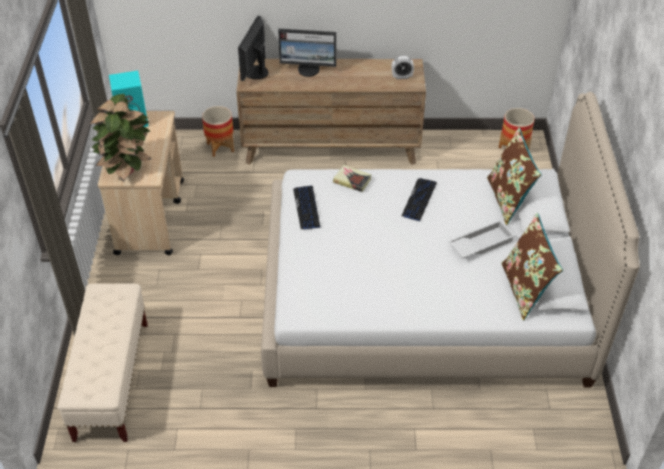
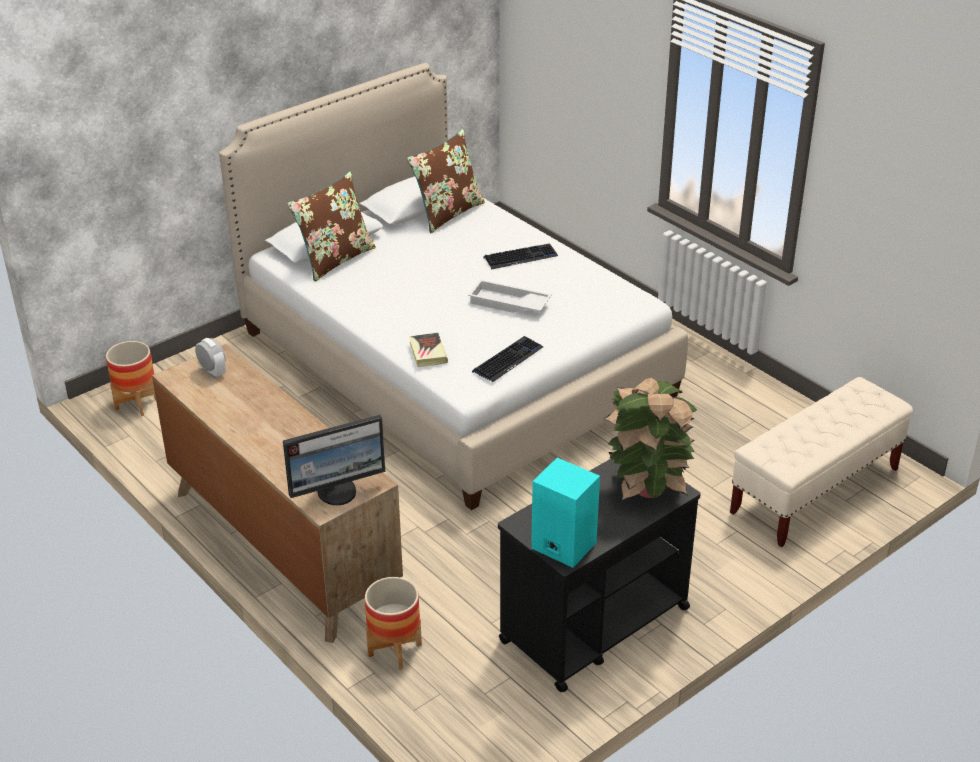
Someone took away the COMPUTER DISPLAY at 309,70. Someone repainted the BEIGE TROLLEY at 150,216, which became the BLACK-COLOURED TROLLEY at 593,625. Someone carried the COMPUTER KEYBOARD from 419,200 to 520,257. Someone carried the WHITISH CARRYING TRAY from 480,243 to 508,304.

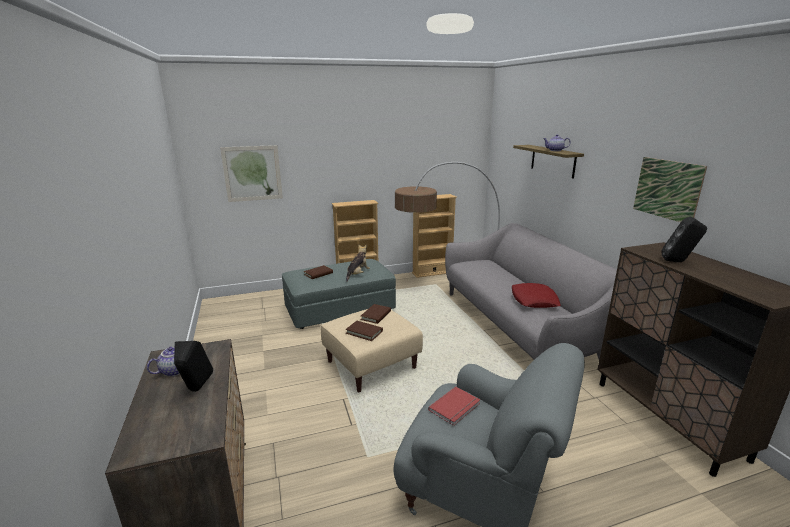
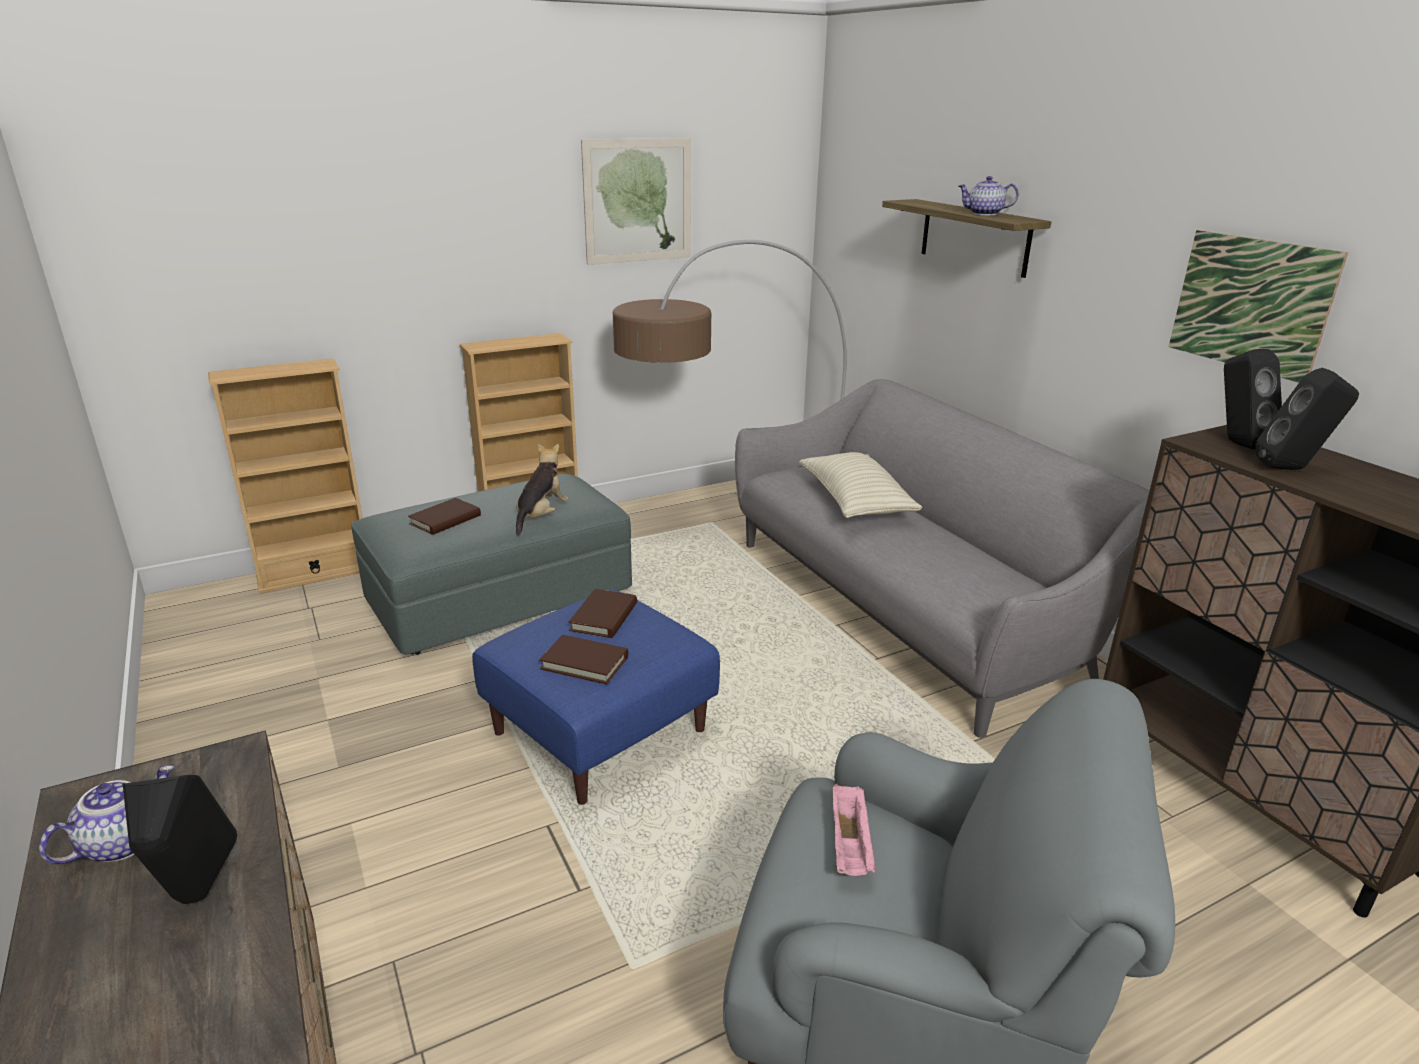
Someone carried the WALL ART from 252,173 to 638,201. Someone carried the BEIGE BOOKCASE from 432,273 to 315,574. Someone took away the REDDISH PILLOW at 534,300. Someone repainted the BEIGE FOOTREST at 371,364, which became the BLUE FOOTREST at 599,730. Someone swapped the REDDISH BOOK at 456,407 for the PINKISH CARRYING TRAY at 850,845. Someone put down the BLACK-COLOURED SPEAKER at 1236,443. Someone put down the BEIGE PILLOW at 855,502.

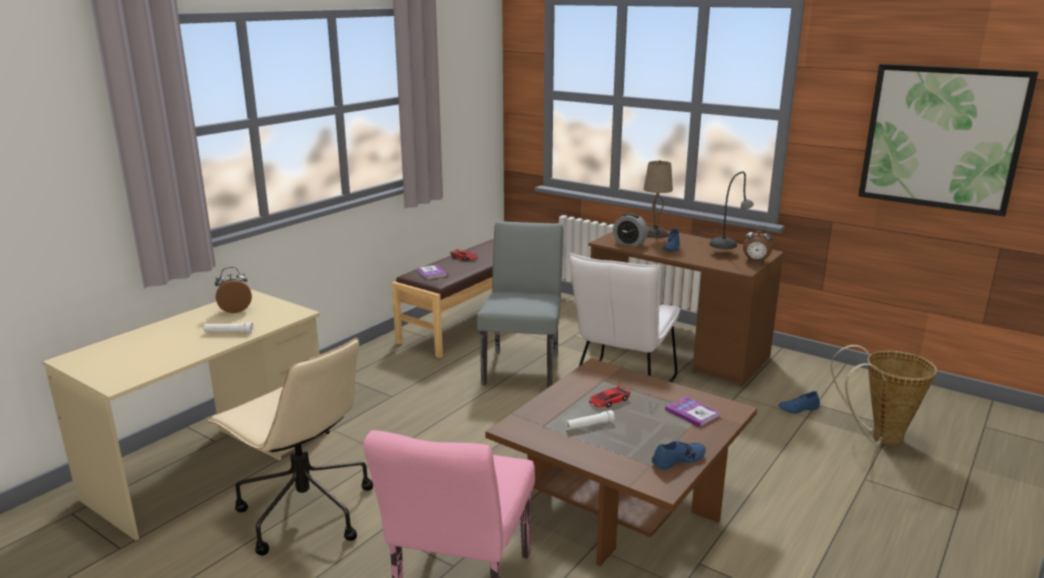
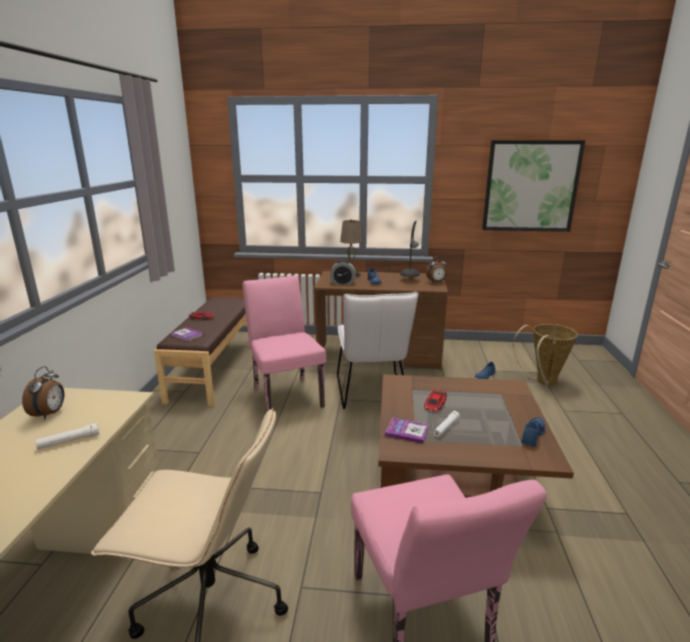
Someone repainted the GRAY PLAIN CHAIR at 523,365, which became the PINKISH PLAIN CHAIR at 286,394. Someone rotated the ALARM CLOCK at 235,310 by 150 degrees clockwise. Someone carried the BOOK from 692,413 to 407,431.

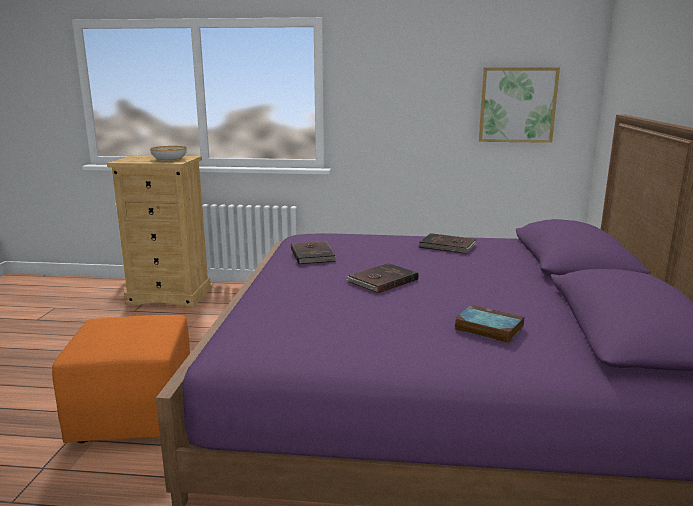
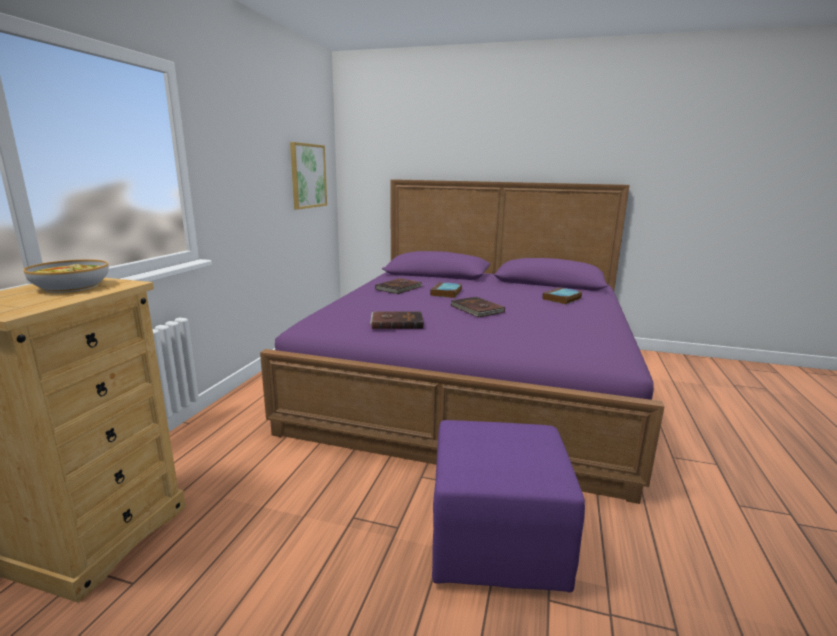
Someone repainted the ORANGE FOOTREST at 134,416, which became the PURPLISH FOOTREST at 497,542. Someone put down the BOOK at 446,293.

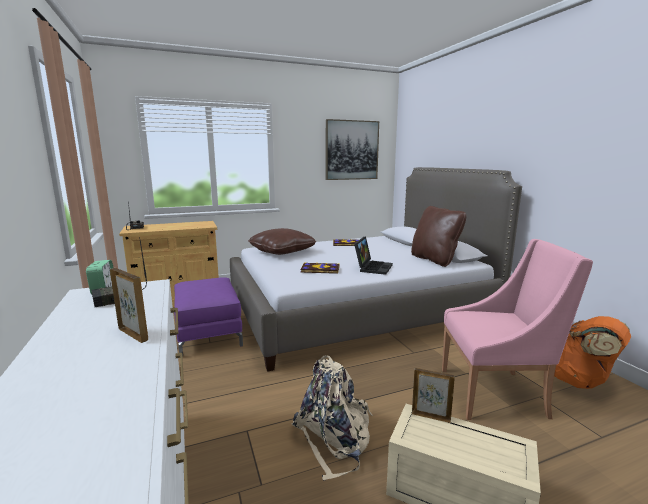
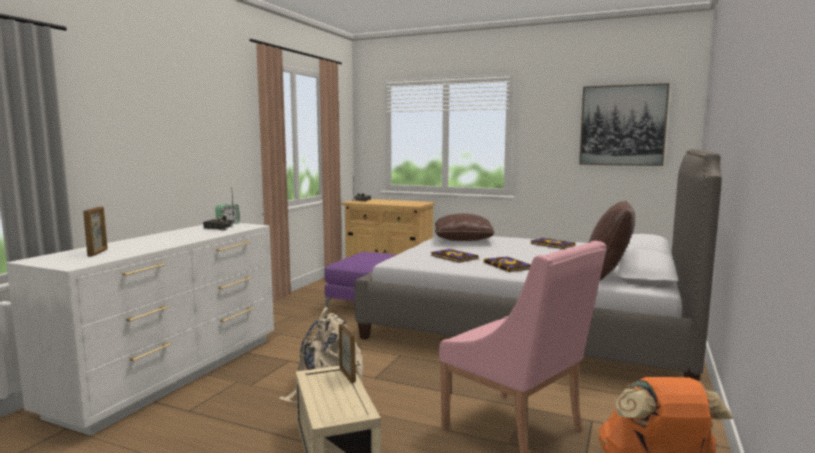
Someone swapped the NOTEBOOK COMPUTER at 372,267 for the BOOK at 508,266. Someone carried the PHOTO FRAME from 133,334 to 98,253.

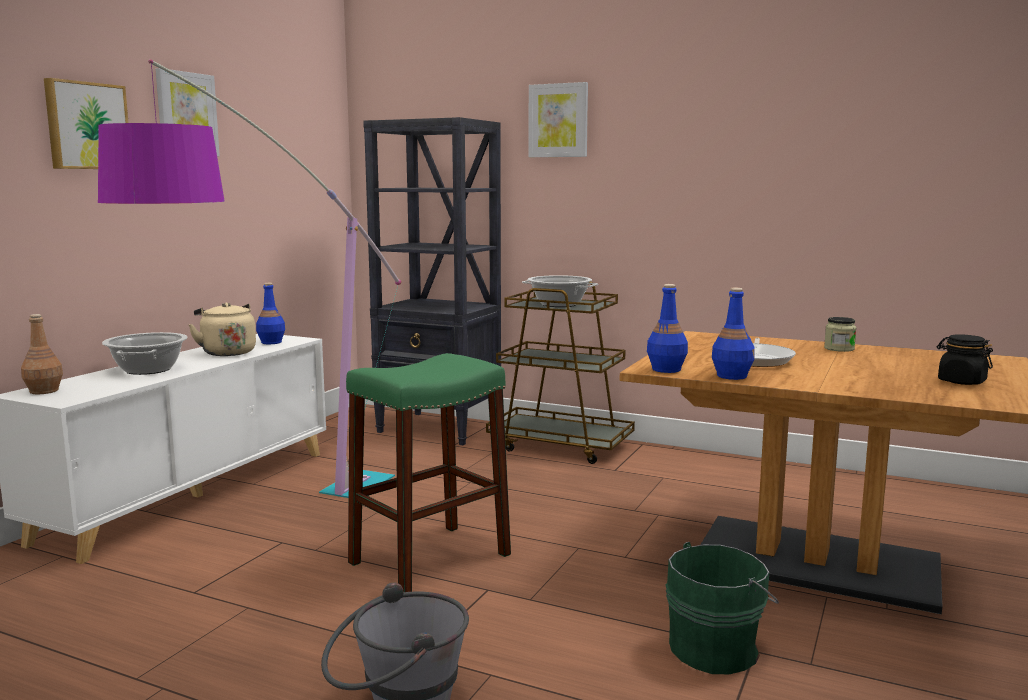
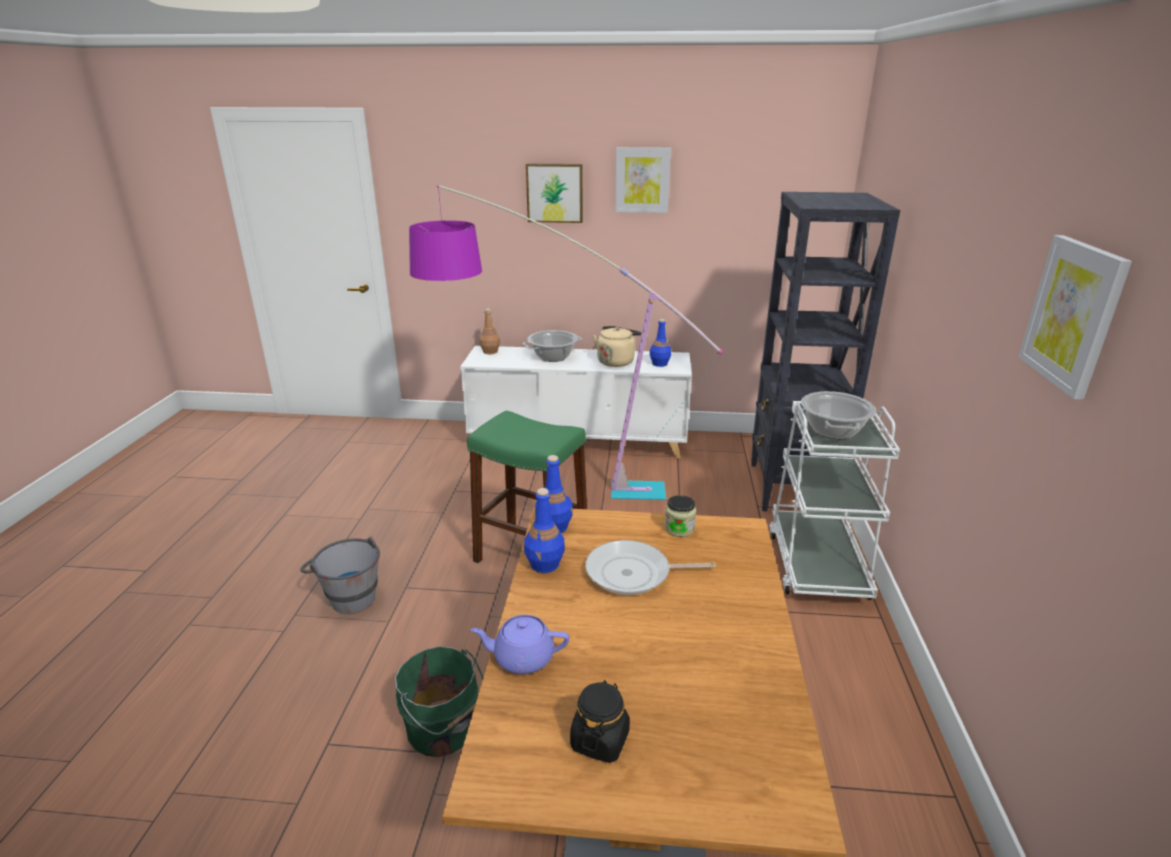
Someone carried the WALL ART from 558,120 to 1073,314. Someone repainted the BROWNISH TROLLEY at 561,446, which became the WHITISH TROLLEY at 817,564. Someone carried the JAR from 839,349 to 679,529. Someone put down the PURPLISH POT FOR TEA at 522,658.

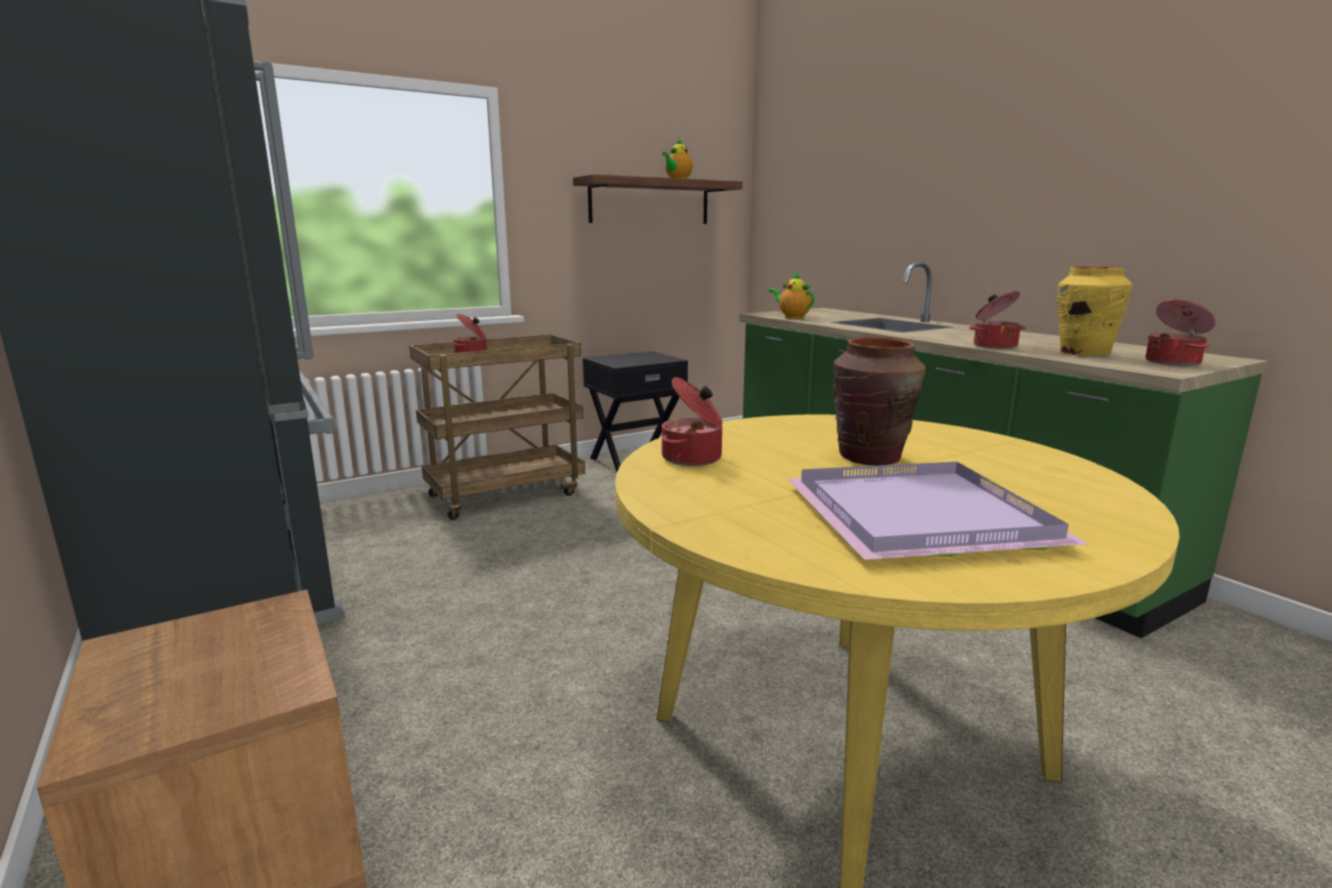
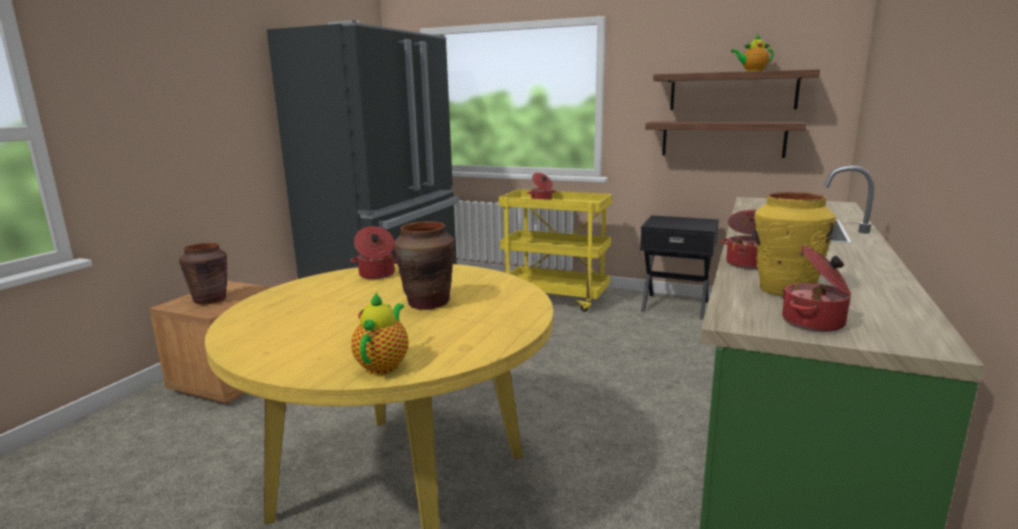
Someone carried the POT FOR TEA from 792,317 to 384,365. Someone repainted the BROWNISH TROLLEY at 506,494, which became the YELLOWISH TROLLEY at 556,298. Someone took away the PURPLISH CARRYING TRAY at 913,515. Someone put up the BRACKET SHELF at 722,139. Someone put down the BROWNISH VASE at 210,300.

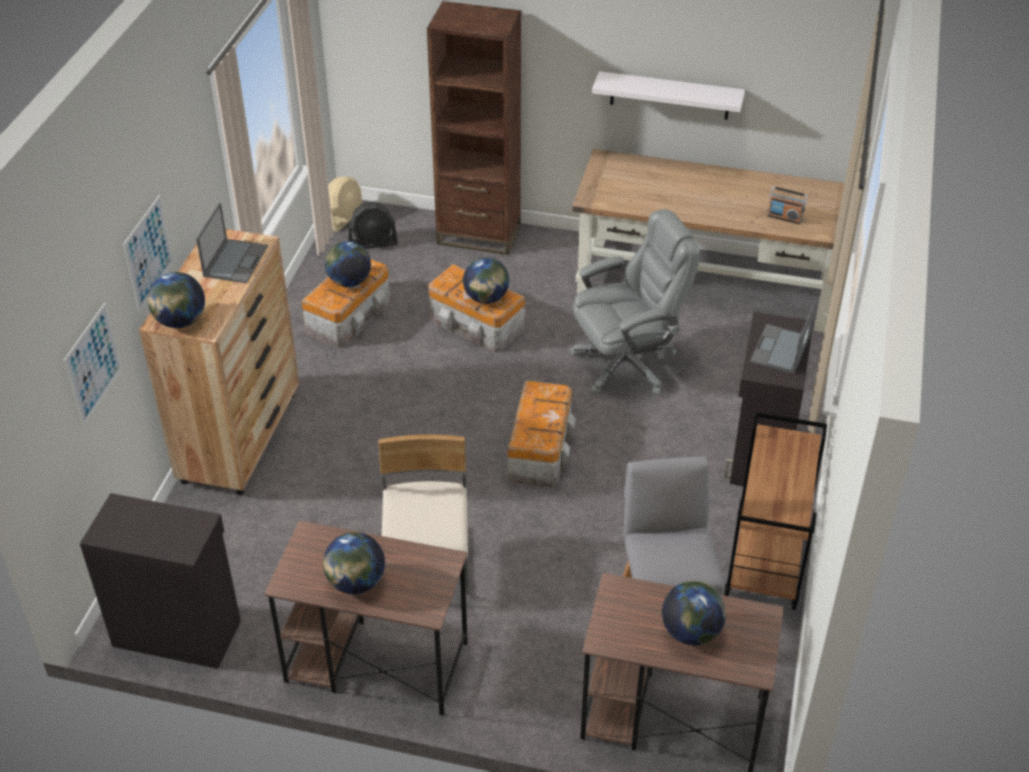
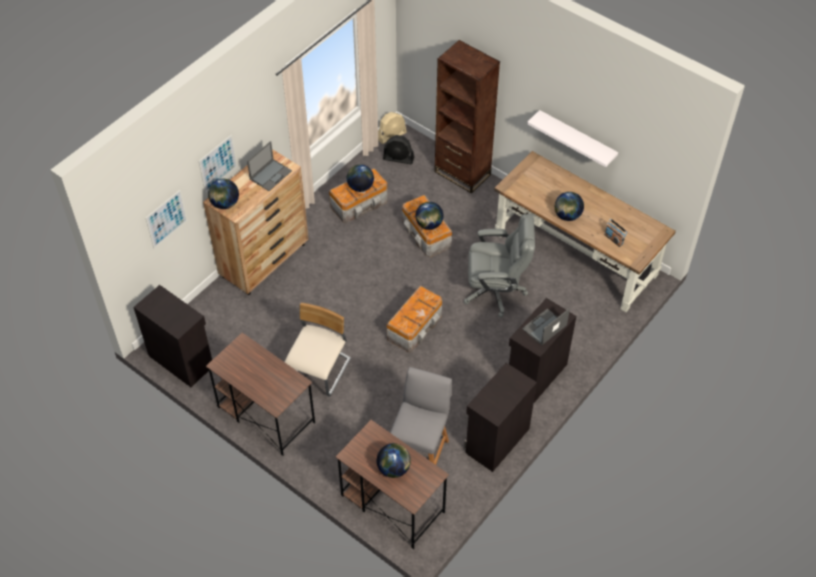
Someone swapped the BROWNISH TROLLEY at 767,562 for the BLACK-COLOURED STORAGE CABINET at 496,440. Someone carried the GLOBE from 356,583 to 567,215.

